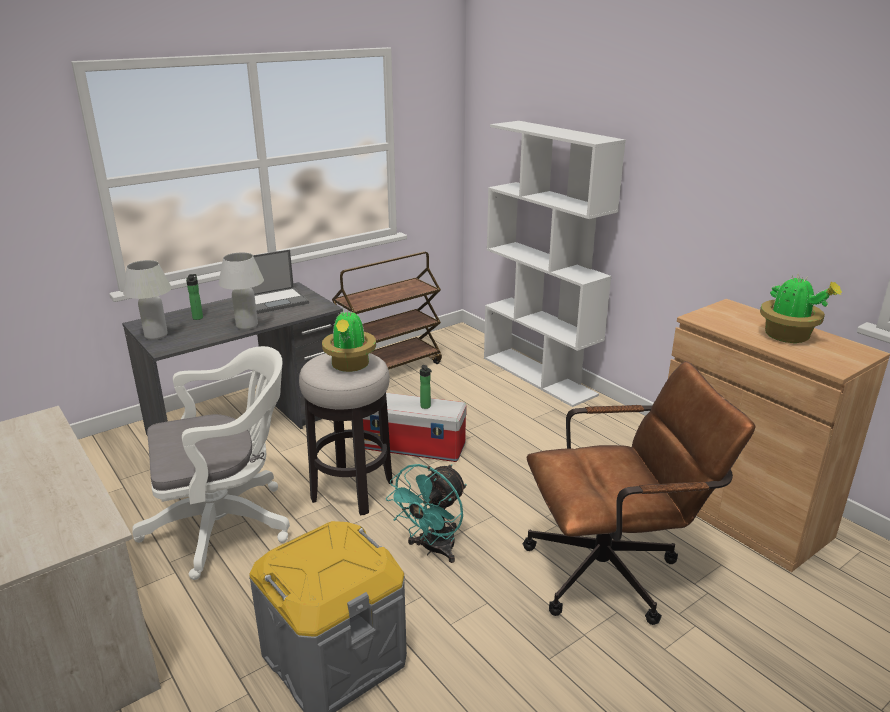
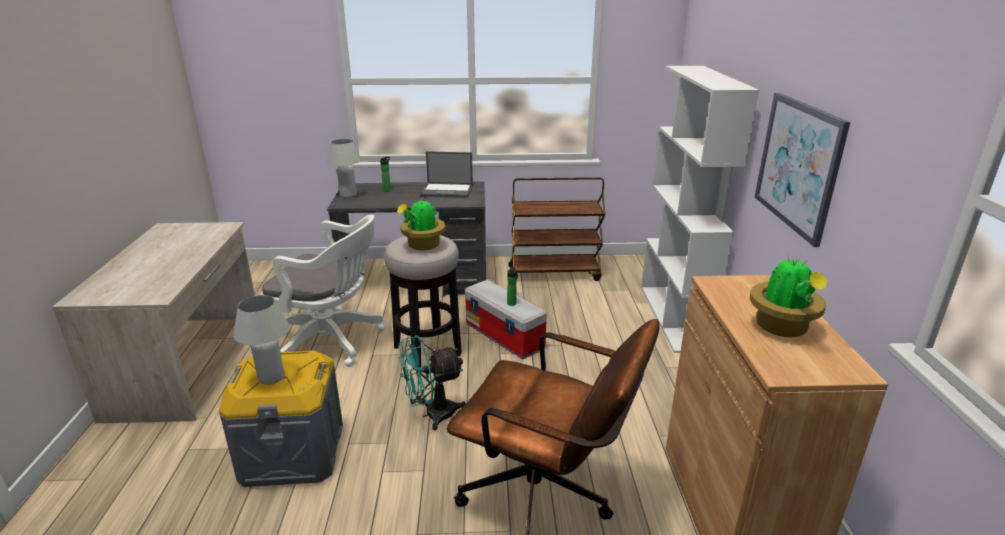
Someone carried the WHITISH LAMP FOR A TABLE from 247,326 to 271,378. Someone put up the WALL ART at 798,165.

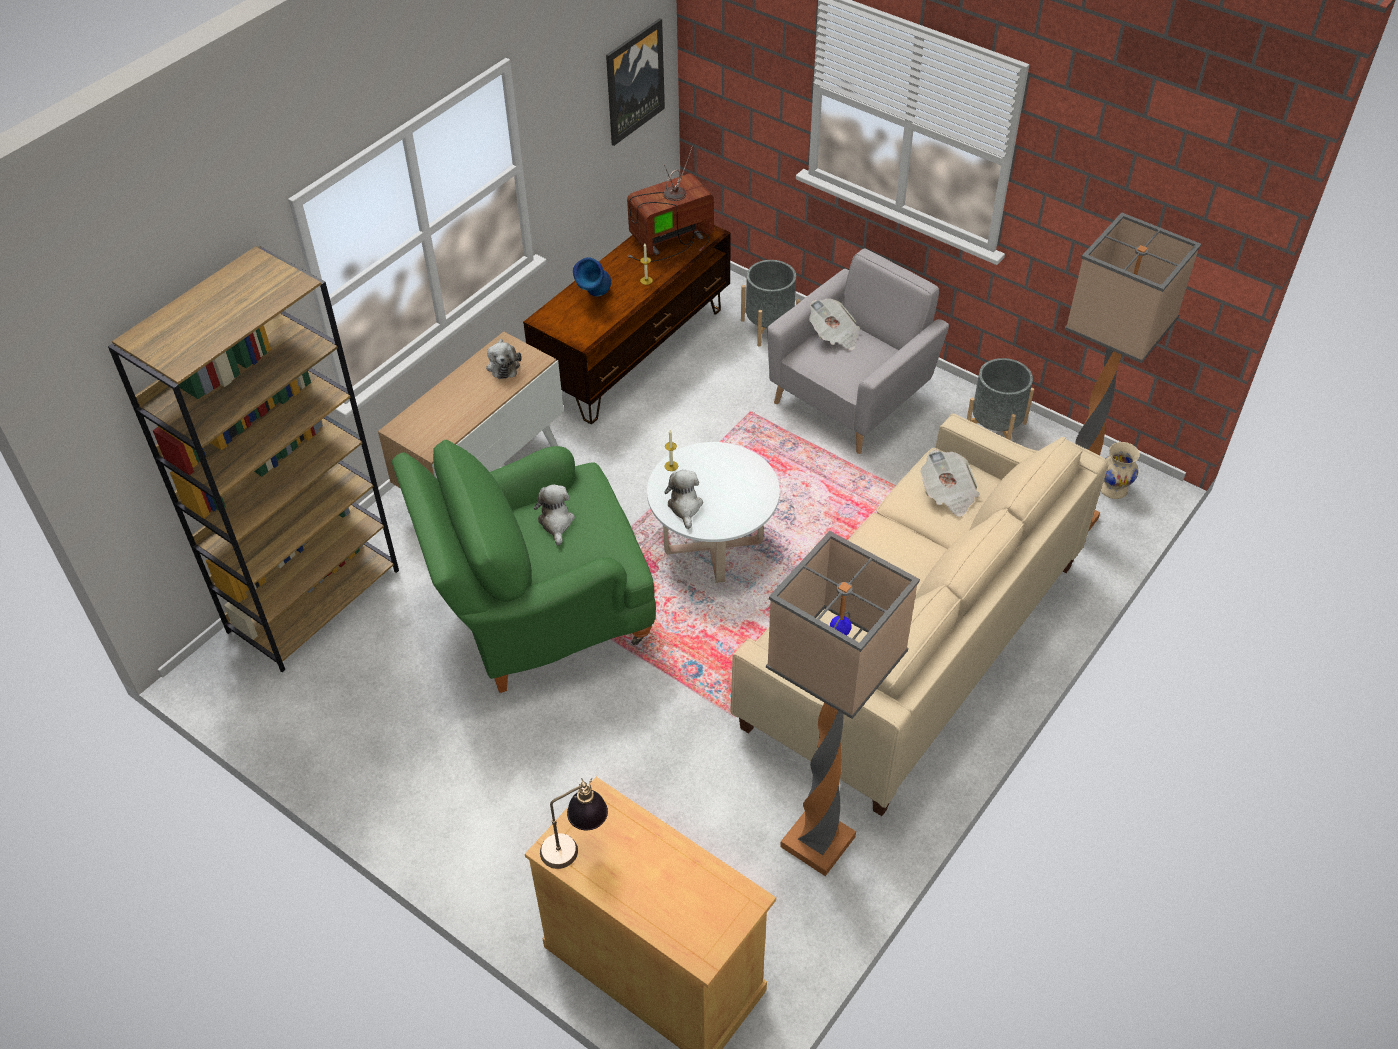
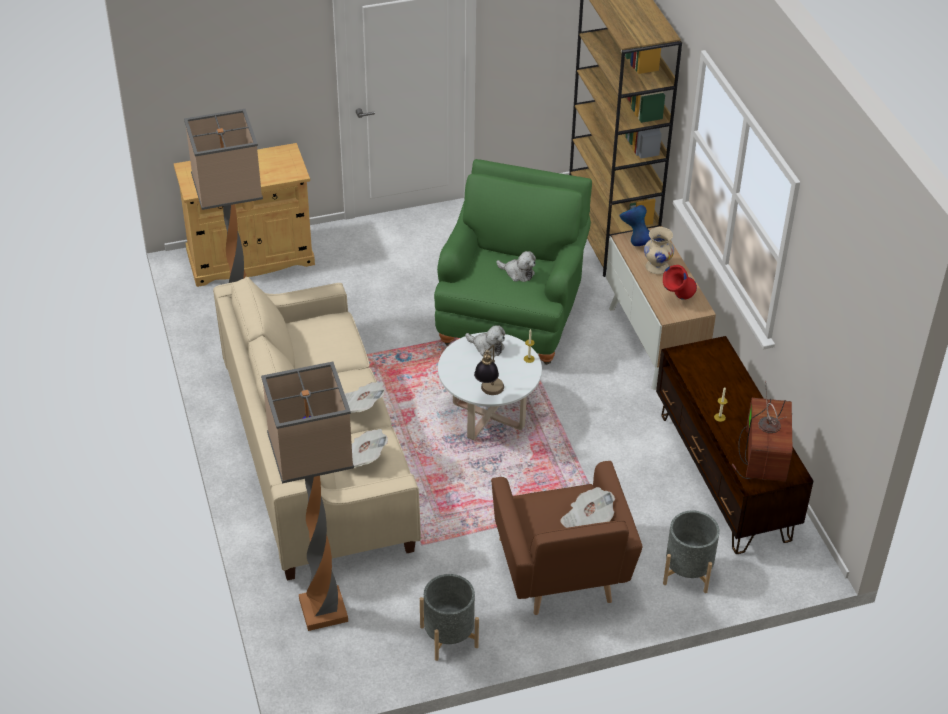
Someone took away the WALL ART at 634,81. Someone repainted the GRAY ARMCHAIR at 852,397, which became the BROWNISH ARMCHAIR at 561,572. Someone carried the BLUE VASE from 594,298 to 635,241. Someone swapped the SOFT TOY at 503,365 for the REDDISH VASE at 677,299. Someone carried the BEIGE VASE from 1112,489 to 657,267. Someone carried the LAMP FOR A TABLE from 575,847 to 489,393. Someone put down the PRINTED PAPER at 361,407.

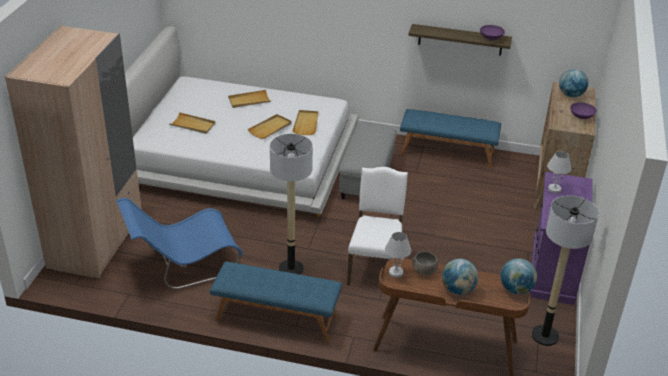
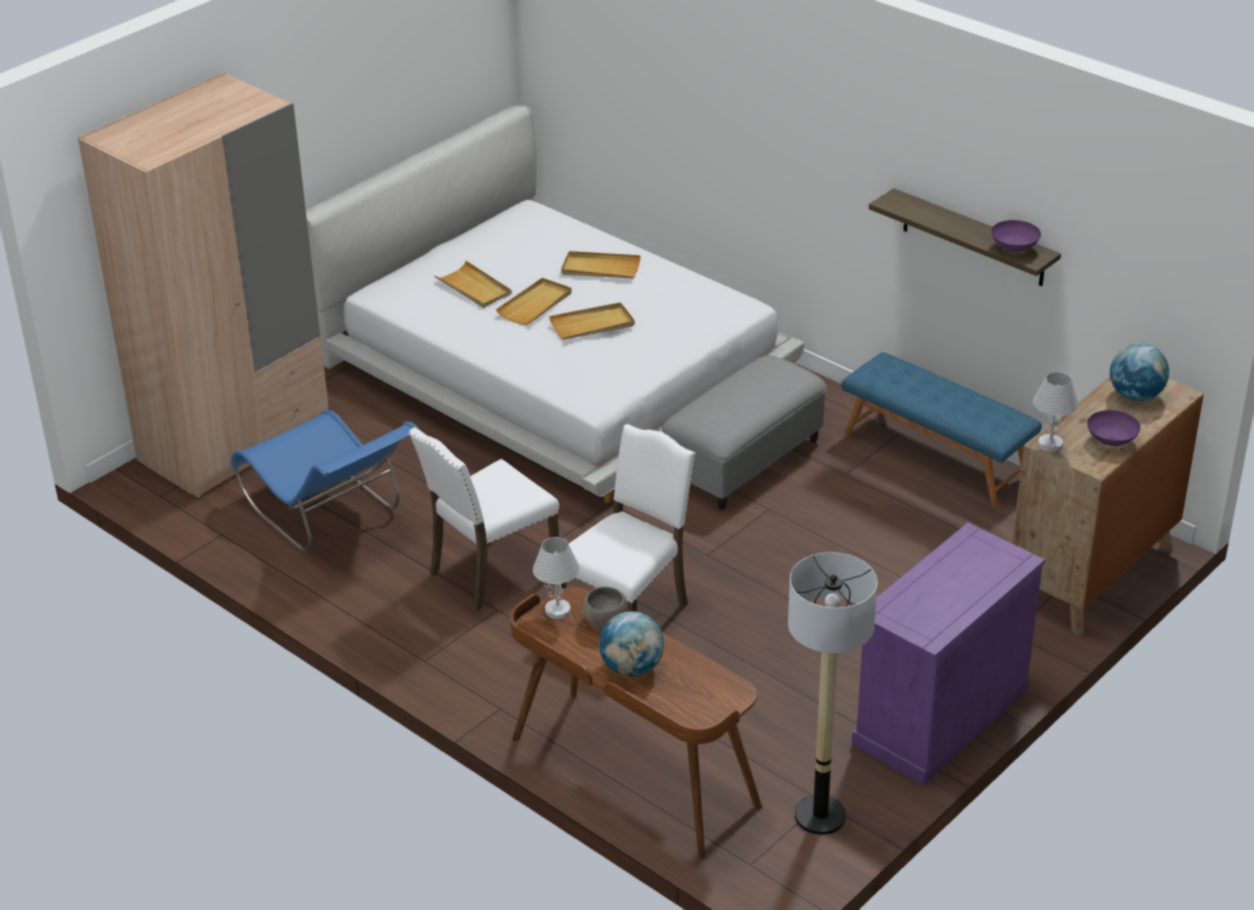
Someone carried the BEIGE CARRYING TRAY from 306,124 to 535,304. Someone swapped the STANDARD LAMP at 291,269 for the WHITISH PLAIN CHAIR at 490,572. Someone carried the WHITISH LAMP FOR A TABLE from 554,189 to 1050,444. Someone rotated the BLUE PLAIN CHAIR at 183,266 by 135 degrees counterclockwise. Someone took away the GLOBE at 516,289. Someone took away the BLUE INDOOR BENCH at 276,318.

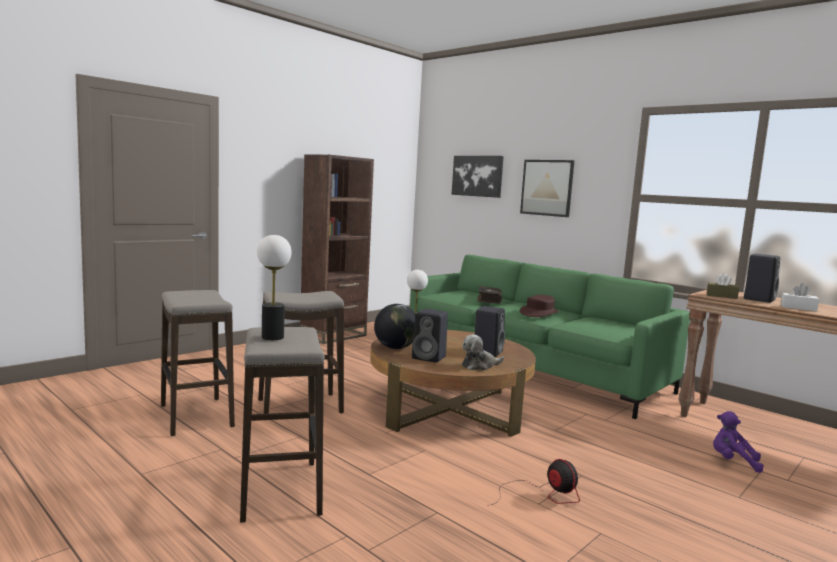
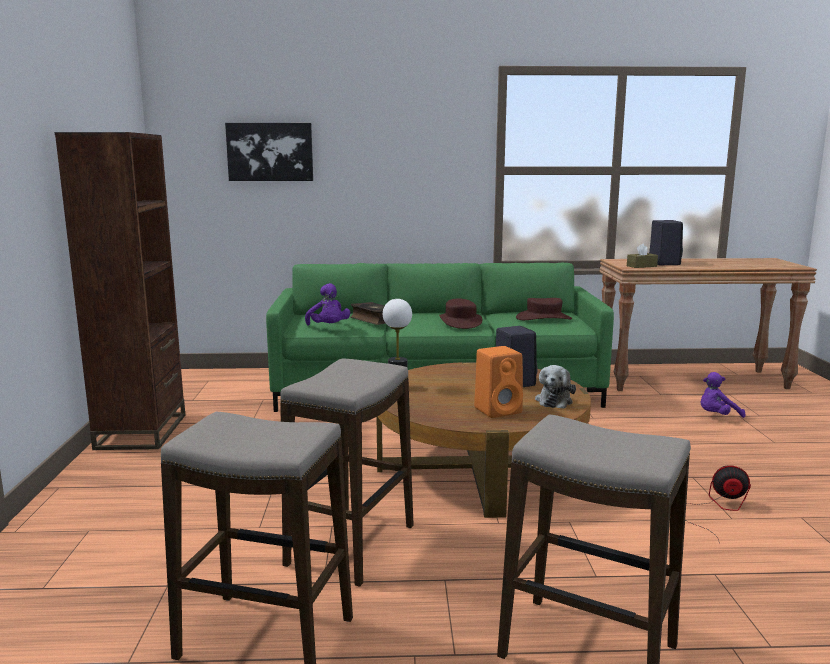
Someone took away the WALL ART at 547,187. Someone took away the LAMP FOR A TABLE at 272,337. Someone took away the WHITISH TISSUE HOLDER at 798,308. Someone took away the GLOBE at 395,348. Someone repainted the BLACK-COLOURED SPEAKER at 430,358, which became the ORANGE SPEAKER at 499,410. Someone put down the PURPLISH SOFT TOY at 328,327. Someone put down the BROWNISH WEARABLE HAT at 543,318.

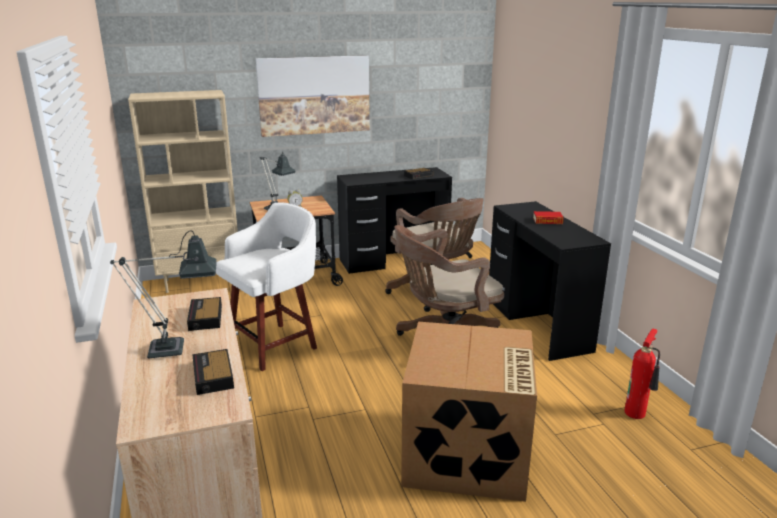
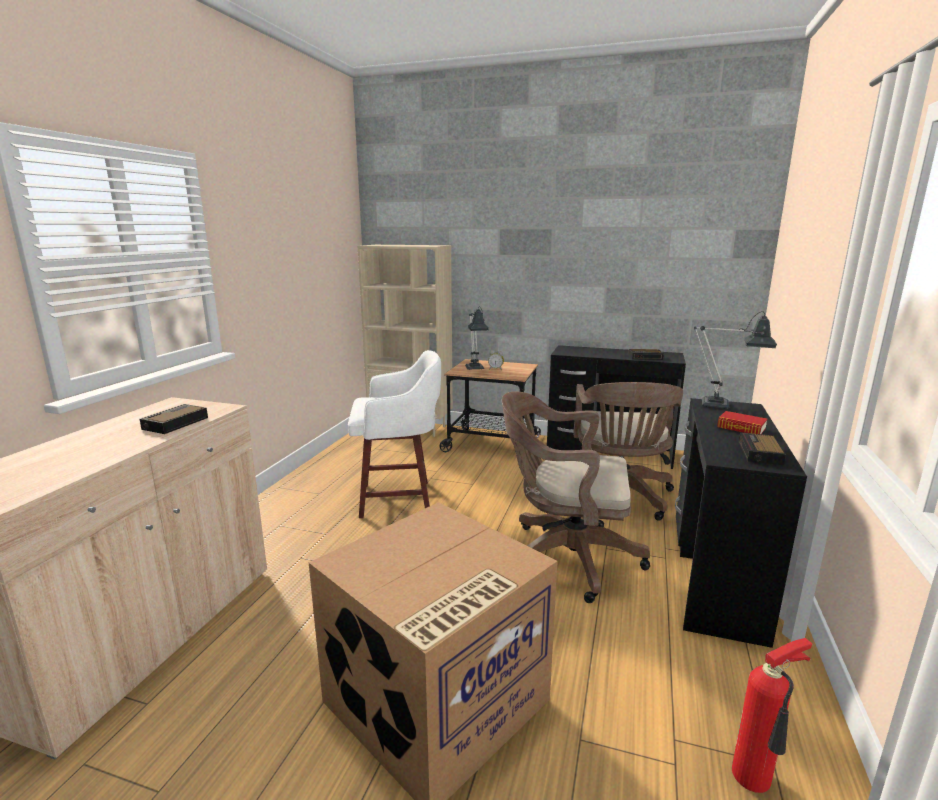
Someone took away the WALL ART at 314,95. Someone carried the LAMP FOR A TABLE from 177,349 to 723,406. Someone carried the ALARM CLOCK from 213,377 to 760,453.

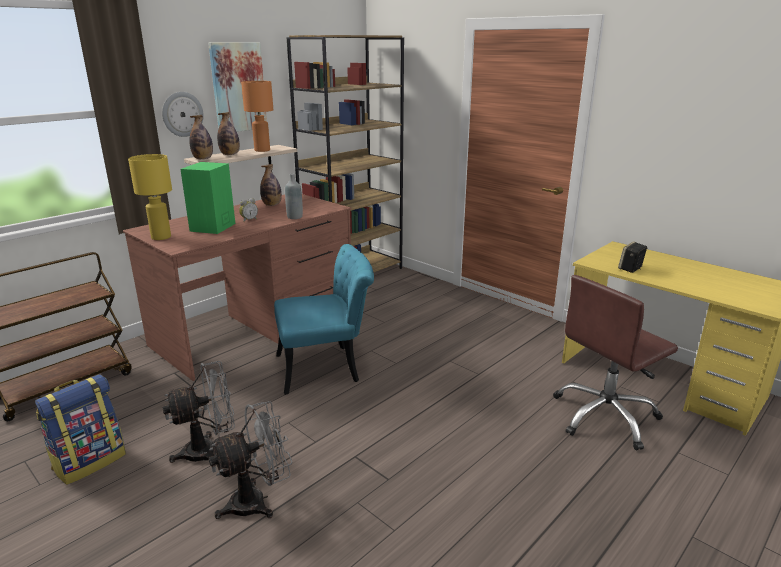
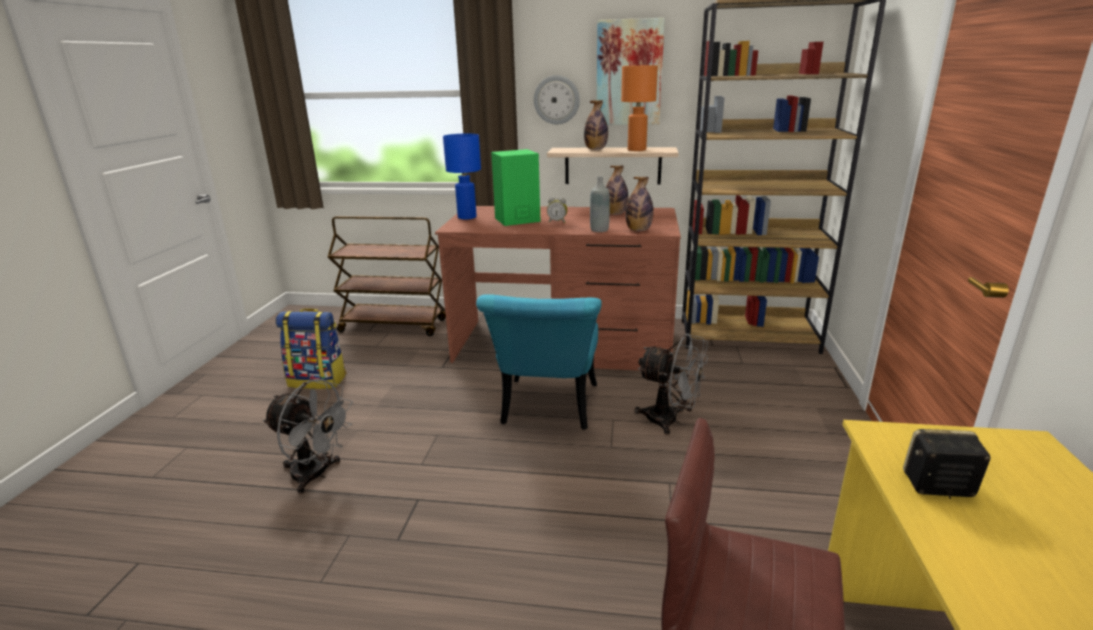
Someone carried the BEVERAGE BOTTLE from 203,159 to 638,230. Someone repainted the YELLOWISH LAMP FOR A TABLE at 161,237, which became the BLUE LAMP FOR A TABLE at 467,217. Someone rotated the TURQUOISE-COLOURED PLAIN CHAIR at 327,367 by 60 degrees clockwise. Someone carried the GRAY COOLING FAN from 209,450 to 670,421.

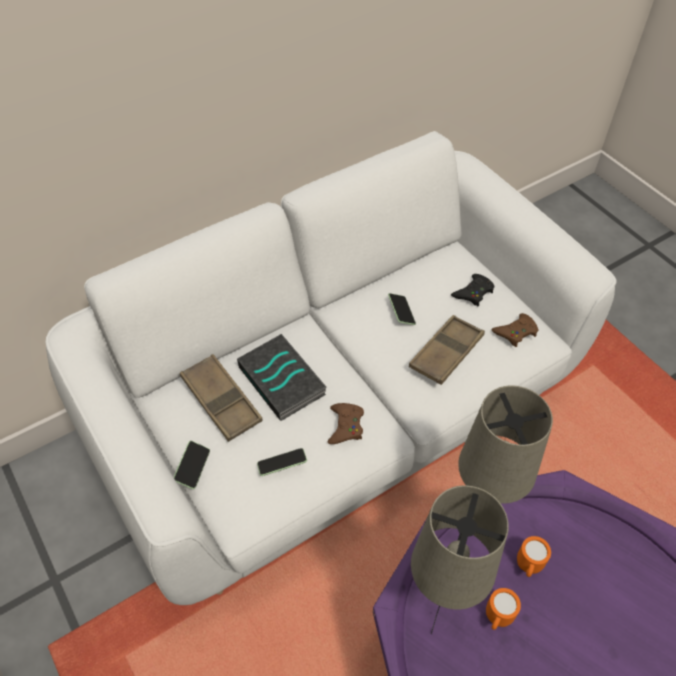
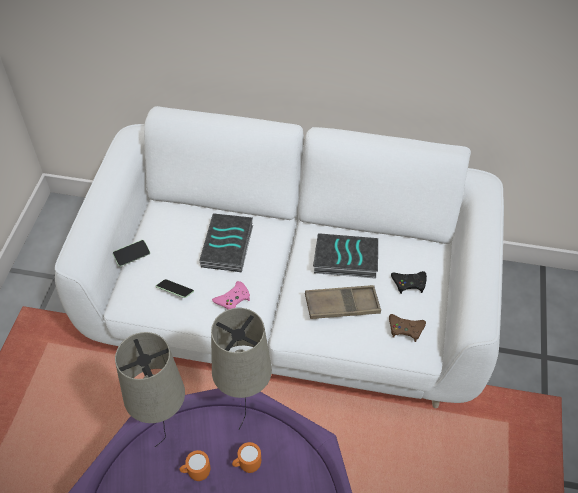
Someone swapped the TELEPHONE at 401,313 for the BOOK at 345,260. Someone took away the BROWNISH CARRYING TRAY at 221,401. Someone repainted the BROWNISH GAME CONTROLLER at 345,426, which became the PINKISH GAME CONTROLLER at 233,299.

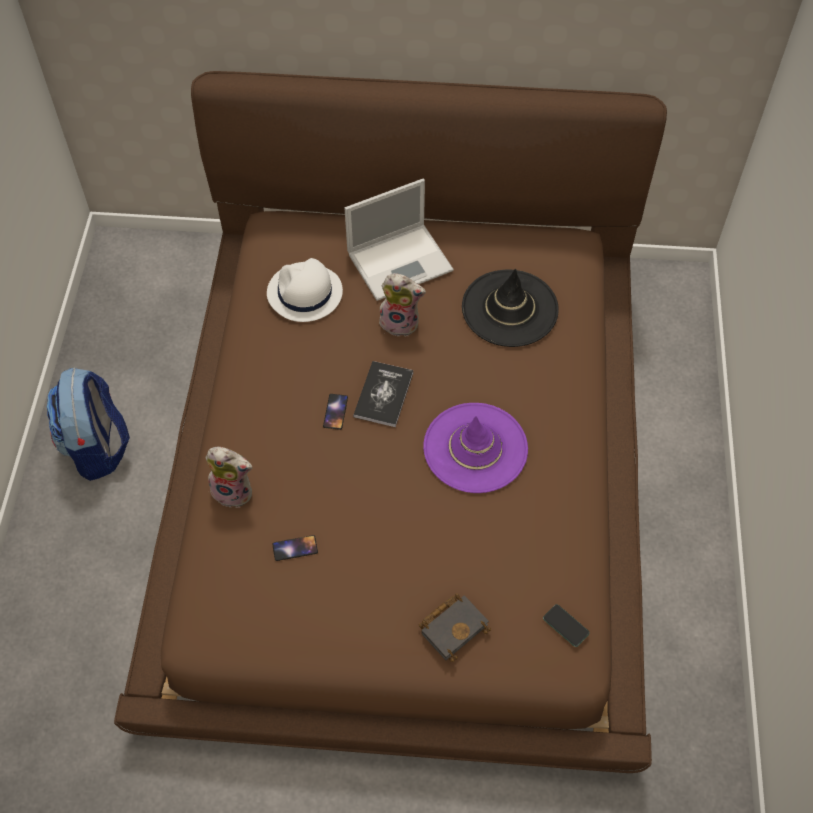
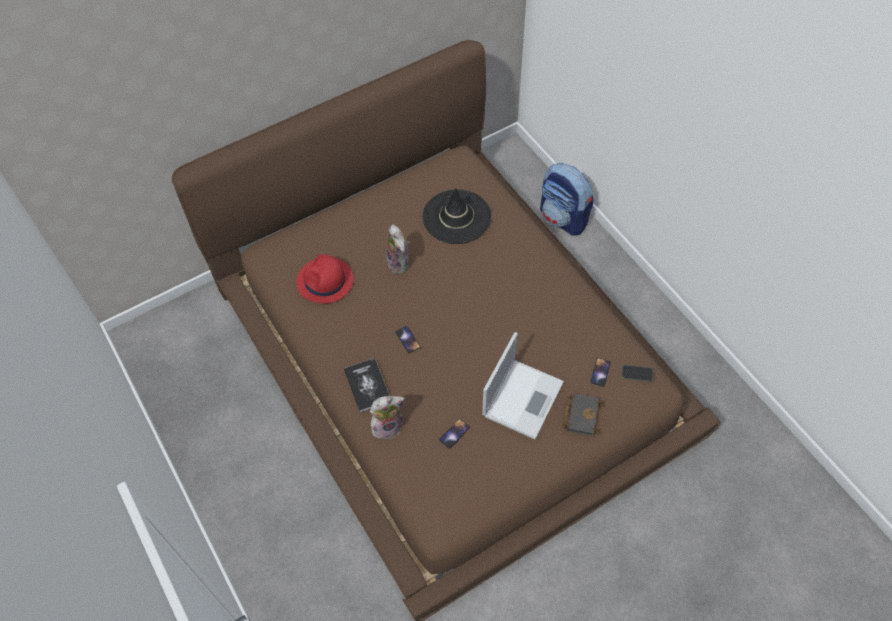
Someone carried the NOTEBOOK COMPUTER from 401,261 to 523,397. Someone repainted the WHITISH WEARABLE HAT at 304,293, which became the REDDISH WEARABLE HAT at 325,281. Someone rotated the SOFT TOY at 401,322 by 90 degrees clockwise. Someone carried the BOOK from 383,394 to 367,385. Someone carried the RUCKSACK from 98,448 to 564,218. Someone took away the PURPLISH WEARABLE HAT at 475,448. Someone put down the TELEPHONE at 600,372.

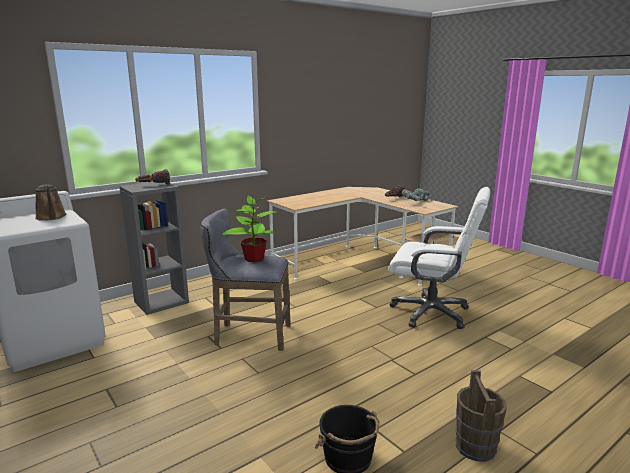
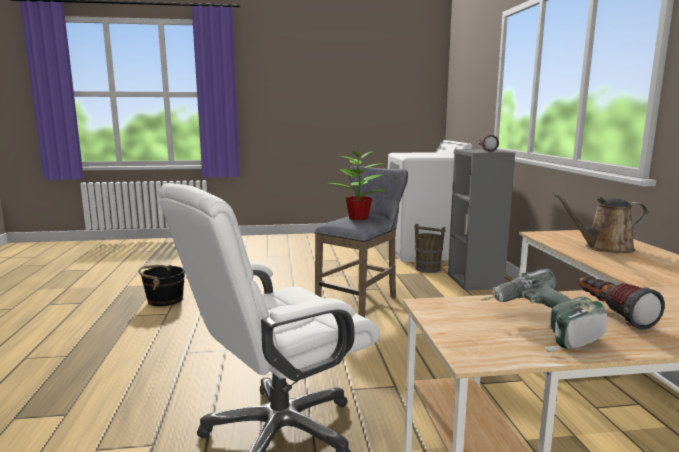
Someone carried the BROWNISH SPRINKLING CAN from 51,217 to 604,248. Someone carried the BROWNISH BUCKET from 475,446 to 428,269.

